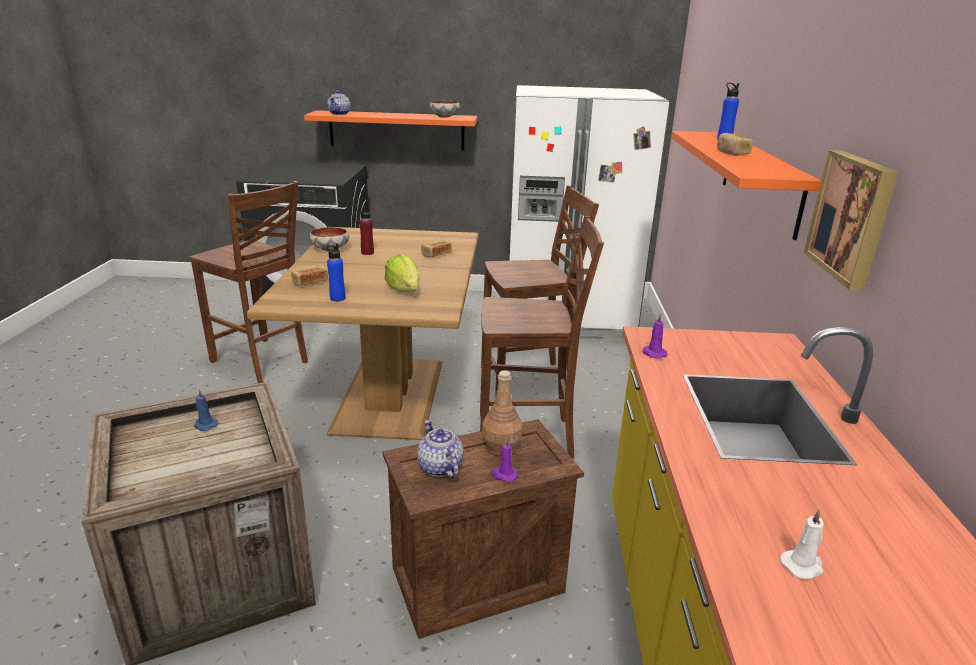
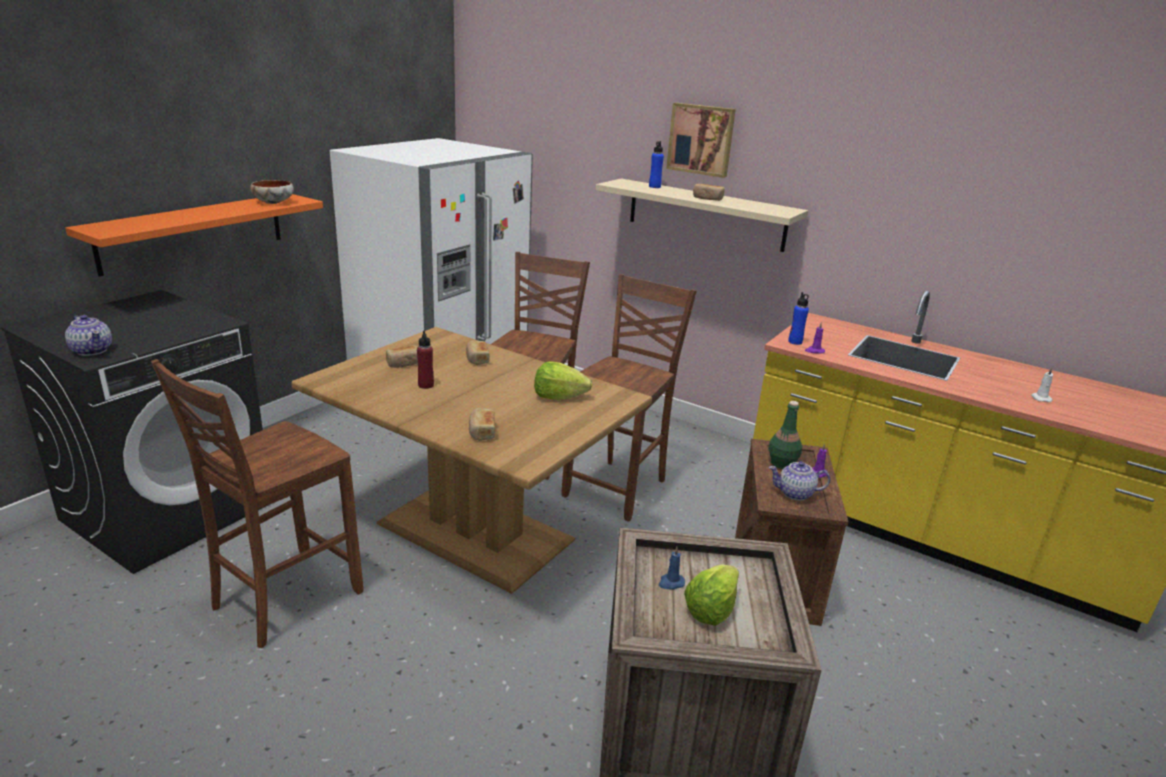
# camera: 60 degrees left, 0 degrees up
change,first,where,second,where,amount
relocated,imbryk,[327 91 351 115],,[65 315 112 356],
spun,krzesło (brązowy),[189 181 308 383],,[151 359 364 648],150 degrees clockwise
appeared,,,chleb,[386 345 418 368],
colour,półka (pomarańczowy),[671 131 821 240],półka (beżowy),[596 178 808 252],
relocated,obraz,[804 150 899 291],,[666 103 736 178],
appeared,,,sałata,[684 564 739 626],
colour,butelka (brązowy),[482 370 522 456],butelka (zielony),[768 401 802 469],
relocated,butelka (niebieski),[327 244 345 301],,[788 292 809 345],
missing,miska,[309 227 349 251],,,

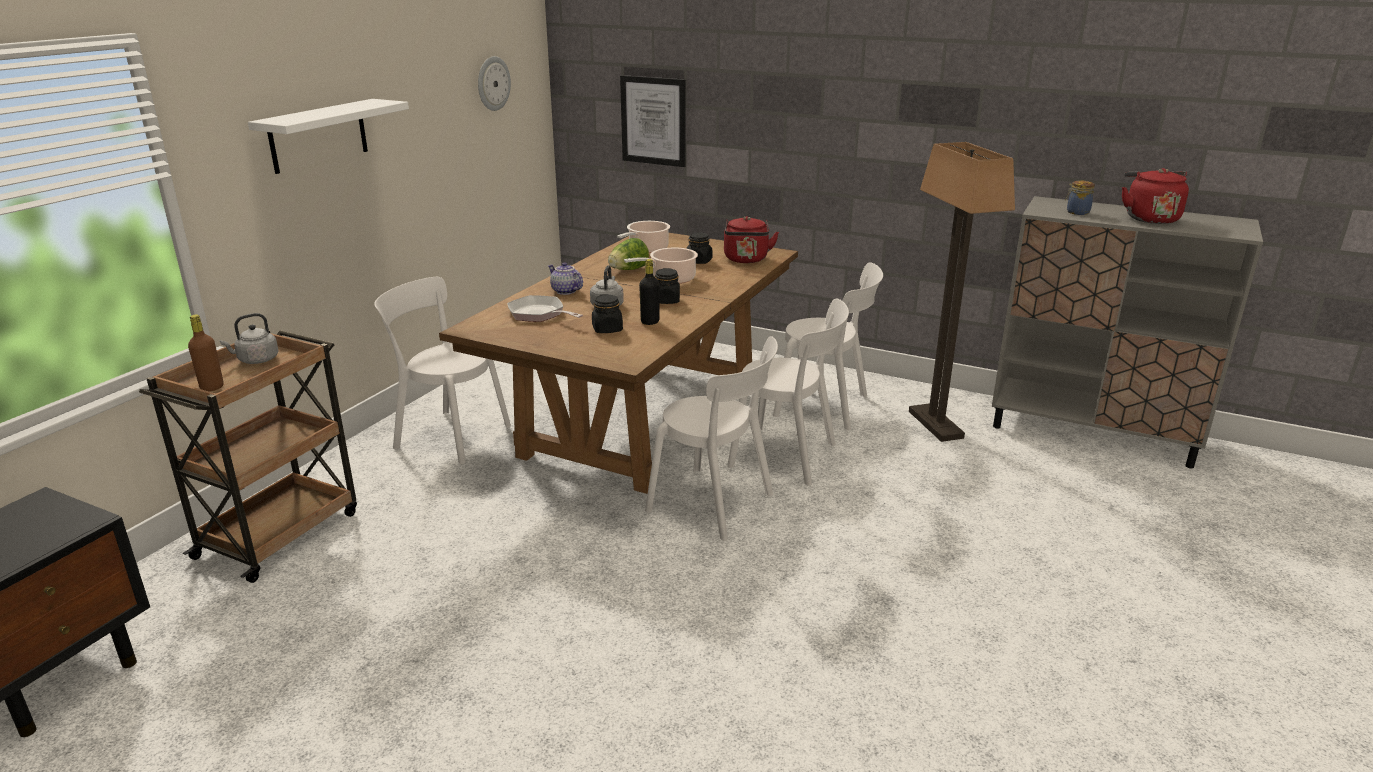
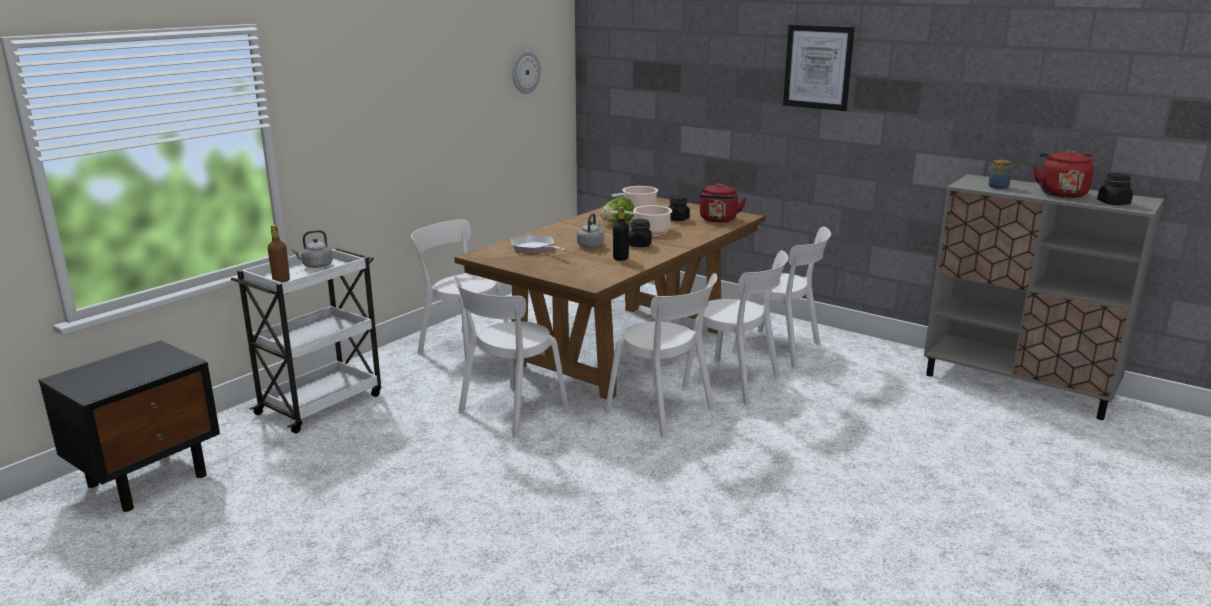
# camera: 10 degrees right, 5 degrees down
change,first,where,second,where,amount
colour,wózek (brązowy),[139 330 357 583],wózek (biały),[231 246 381 434],
appeared,,,krzesło (biały),[453 276 569 438],
relocated,obraz,[620 75 686 167],,[783 25 855 111],
relocated,słoik (czarny),[592 294 623 333],,[1097 173 1133 205],
missing,półka (biały),[248 99 409 174],,,
missing,imbryk,[548 262 583 295],,,
missing,lampa stojąca,[909 142 1015 442],,,

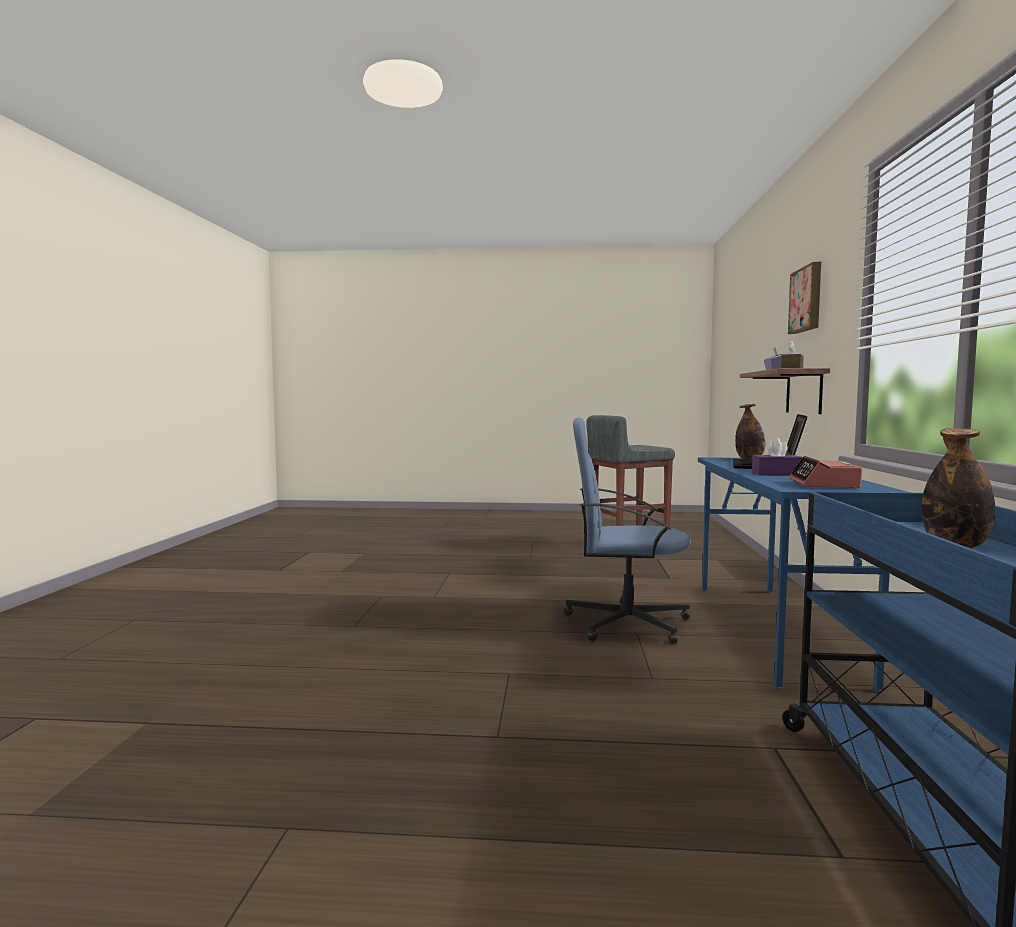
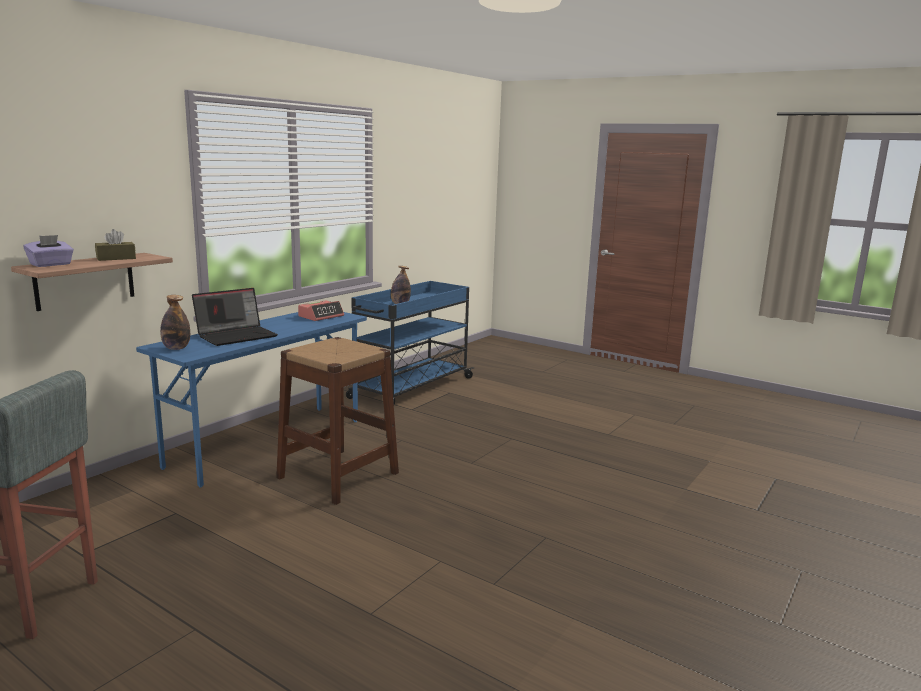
# camera: 150 degrees left, 10 degrees up
change,first,where,second,where,amount
exchanged,krzesło biurowe (niebieski),[564 418 691 644],stołek (brązowy),[276 337 399 505],
missing,pudełko chusteczek (fioletowy),[752 438 803 476],,,
missing,obraz,[788 262 821 334],,,

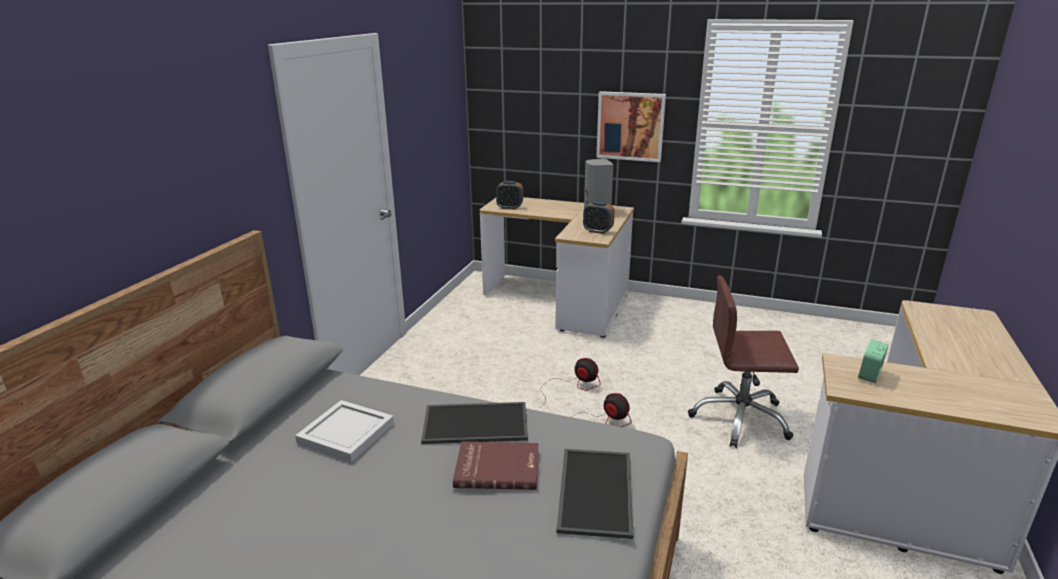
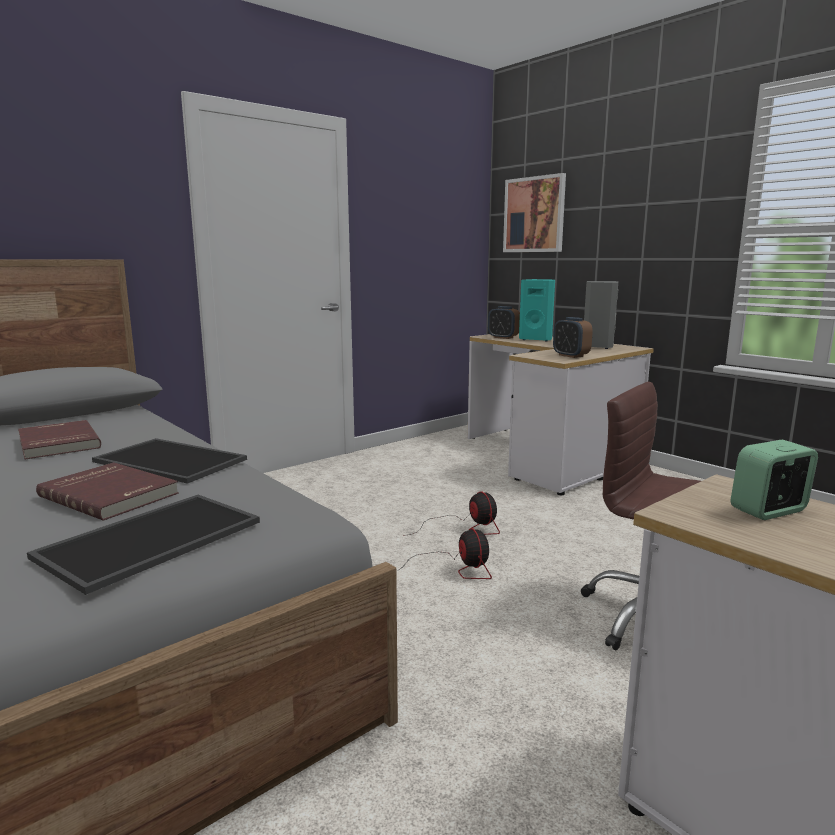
# camera: 30 degrees right, 10 degrees down
change,first,where,second,where,amount
exchanged,taca (biały),[295 400 394 462],książka (czerwony),[18 420 101 460],
relocated,obraz,[596 91 666 162],,[503 173 566 252],
appeared,,,głośnik (turkusowy),[519 279 555 342],

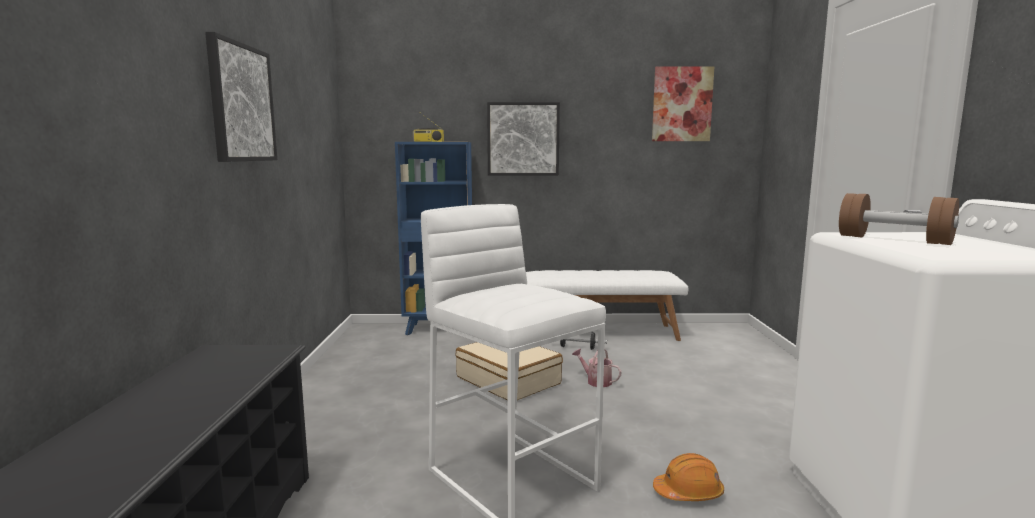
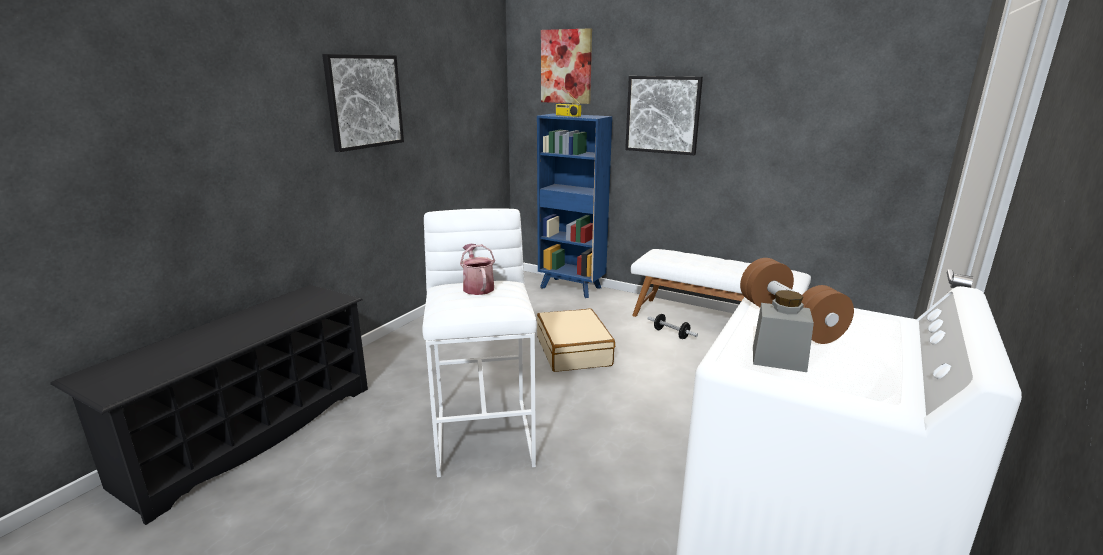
# camera: 30 degrees right, 10 degrees up
change,first,where,second,where,amount
relocated,konewka,[572 348 622 387],,[460 244 495 295],
relocated,obraz,[652 66 714 141],,[541 28 592 104],
appeared,,,słoik (szary),[753 290 814 372],
missing,kask (pomarańczowy),[653 453 724 501],,,

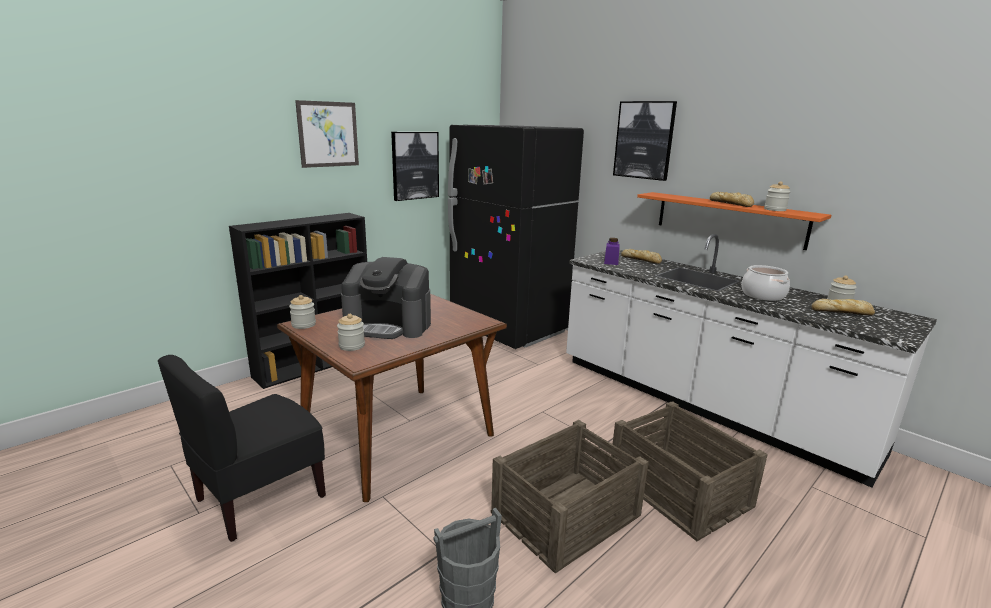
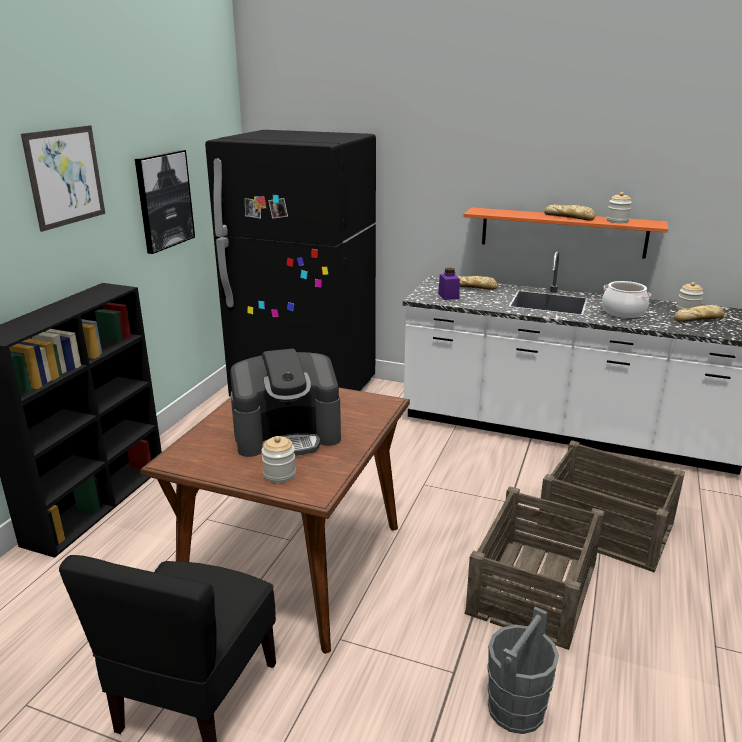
# camera: 25 degrees left, 5 degrees up
change,first,where,second,where,amount
missing,słoik,[289 295 316 329],,,
missing,obraz,[613 101 677 181],,,

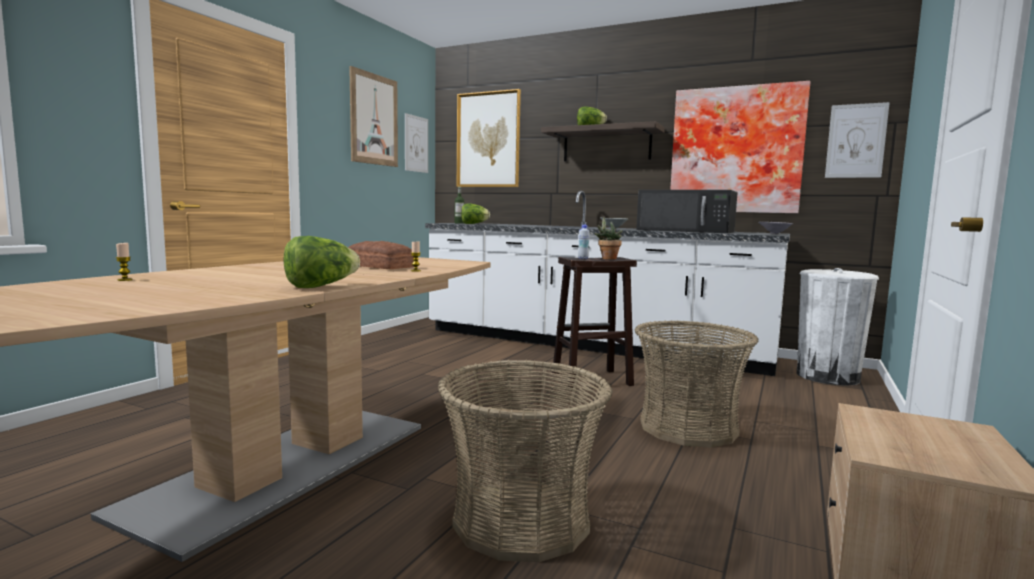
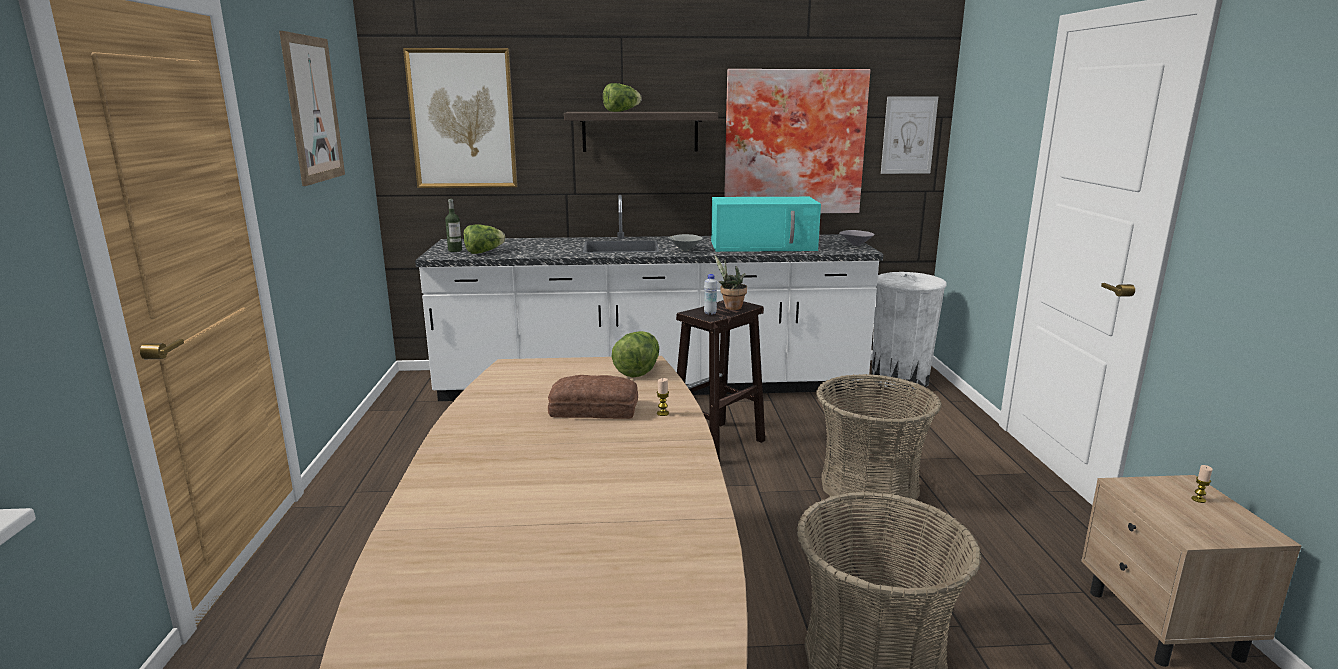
# camera: 30 degrees left, 10 degrees up
change,first,where,second,where,amount
relocated,sałata,[284 236 360 288],,[612 331 659 377],
colour,mikrofalówka (czarny),[636 190 738 233],mikrofalówka (turkusowy),[711 197 821 252],
relocated,świeca,[116 243 133 281],,[1191 465 1213 503],
missing,obraz,[405 113 428 173],,,

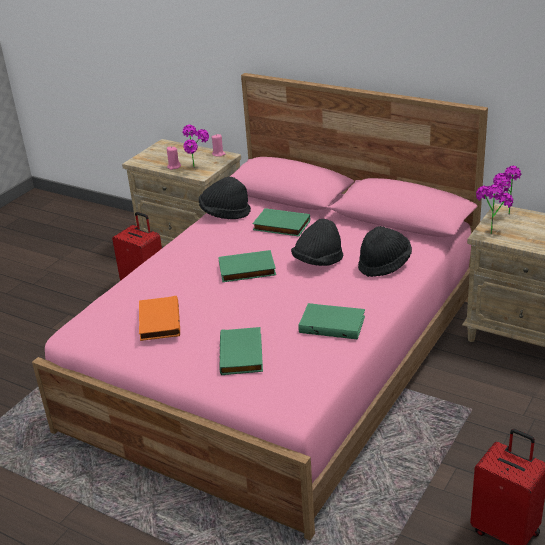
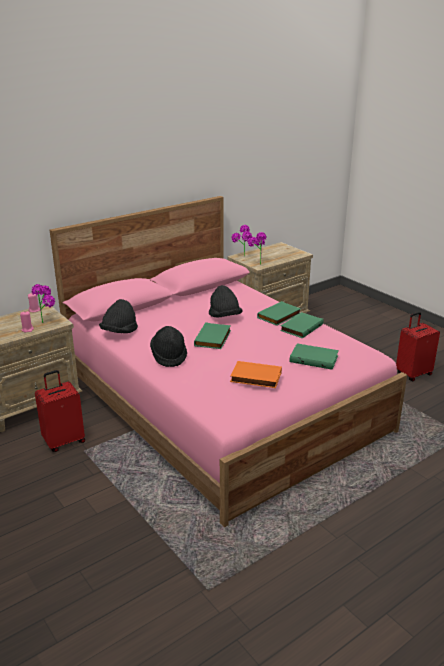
# camera: 70 degrees left, 5 degrees down
change,first,where,second,where,amount
relocated,kapelusz (czarny),[358 226 412 277],,[150 326 187 367],
relocated,książka (zielony),[252 208 310 237],,[257 301 301 326],

